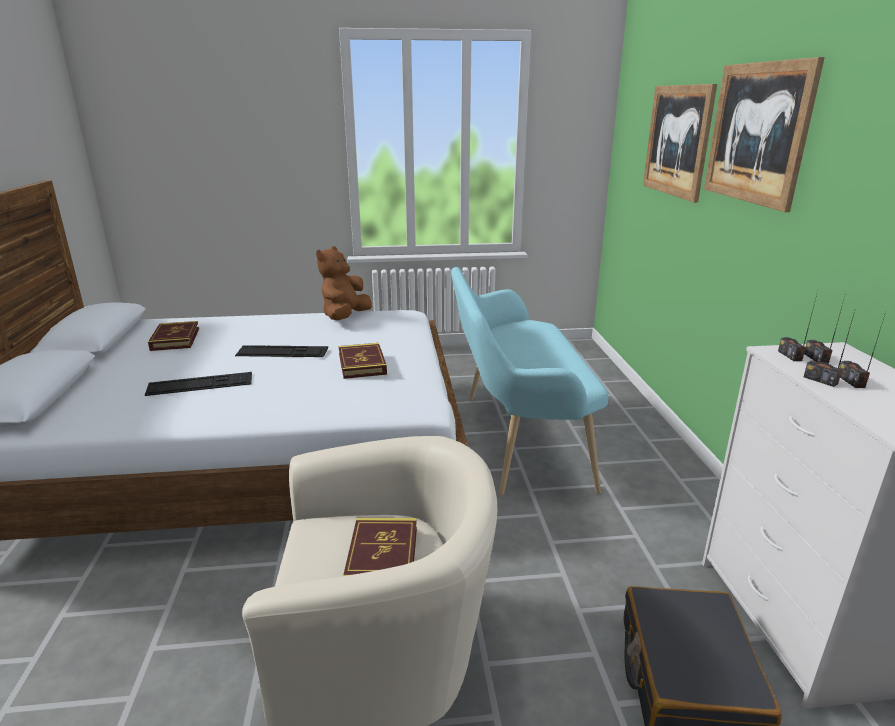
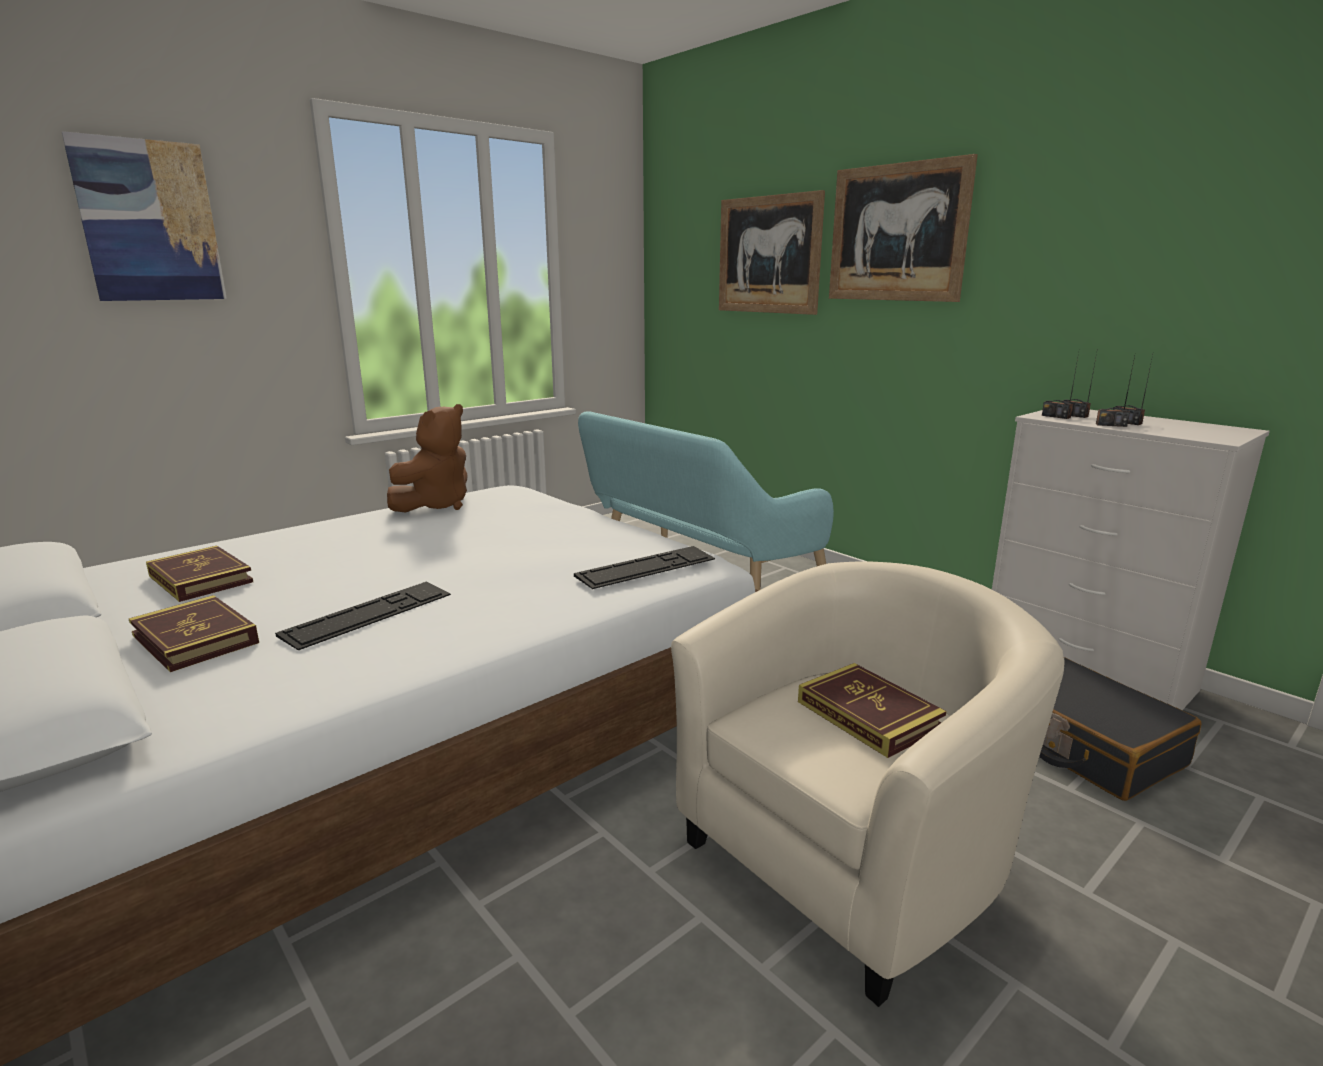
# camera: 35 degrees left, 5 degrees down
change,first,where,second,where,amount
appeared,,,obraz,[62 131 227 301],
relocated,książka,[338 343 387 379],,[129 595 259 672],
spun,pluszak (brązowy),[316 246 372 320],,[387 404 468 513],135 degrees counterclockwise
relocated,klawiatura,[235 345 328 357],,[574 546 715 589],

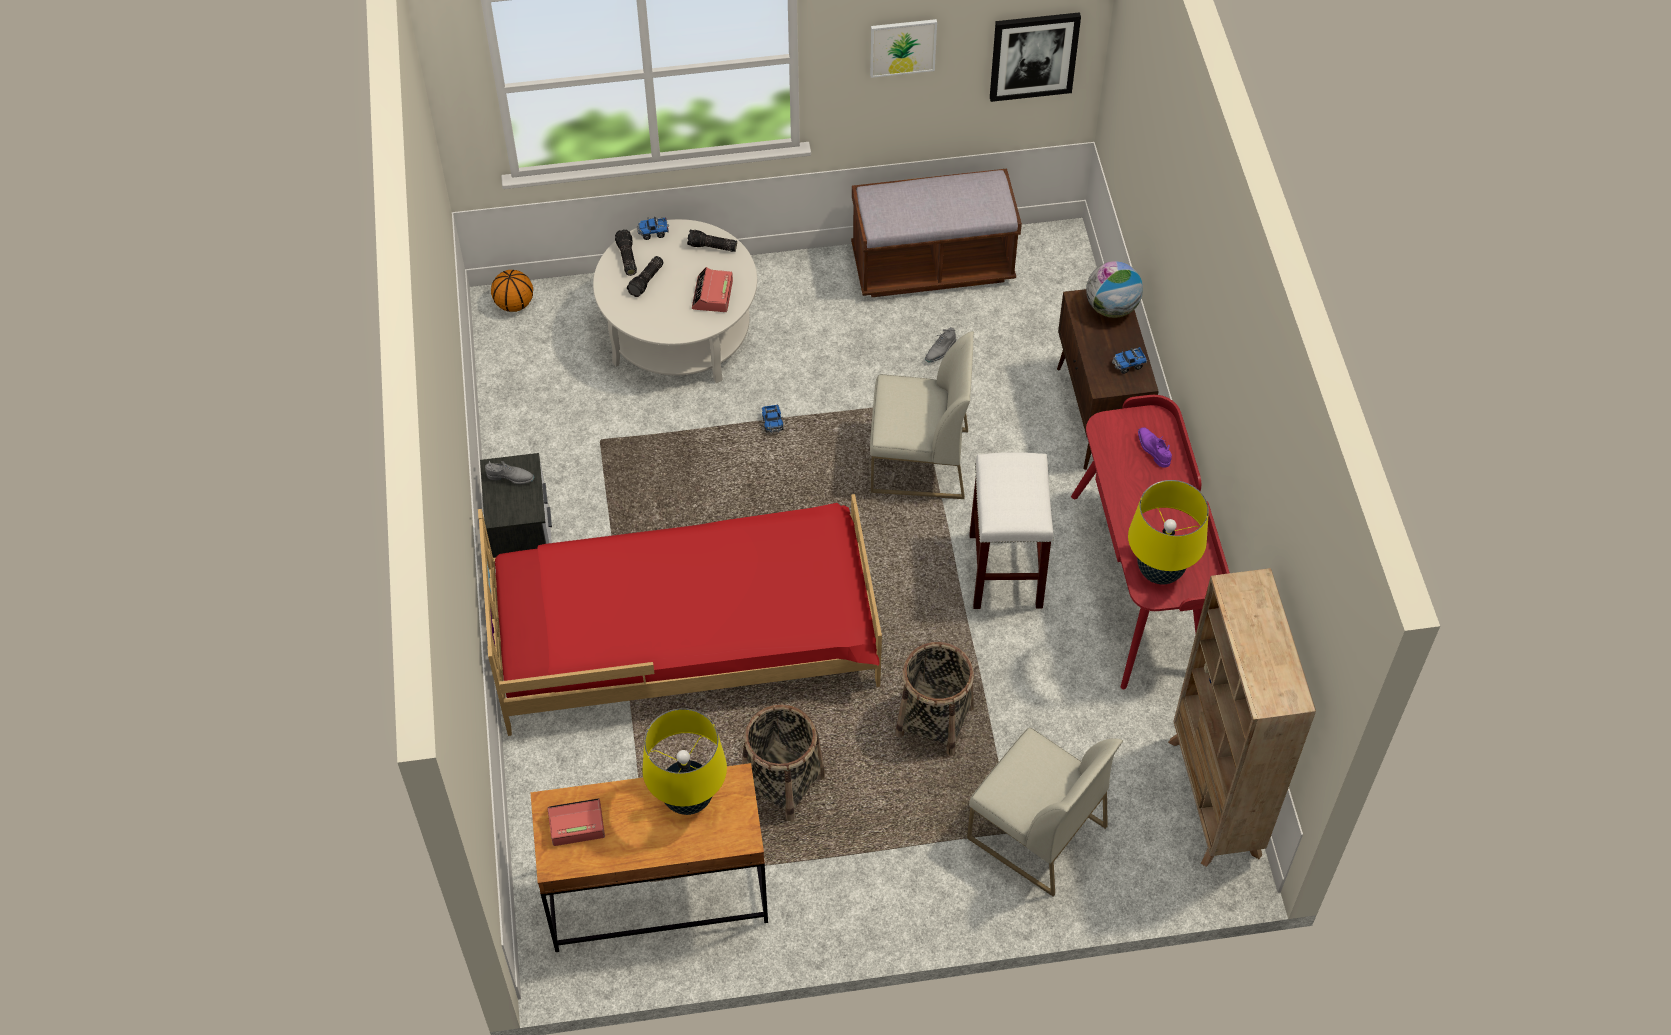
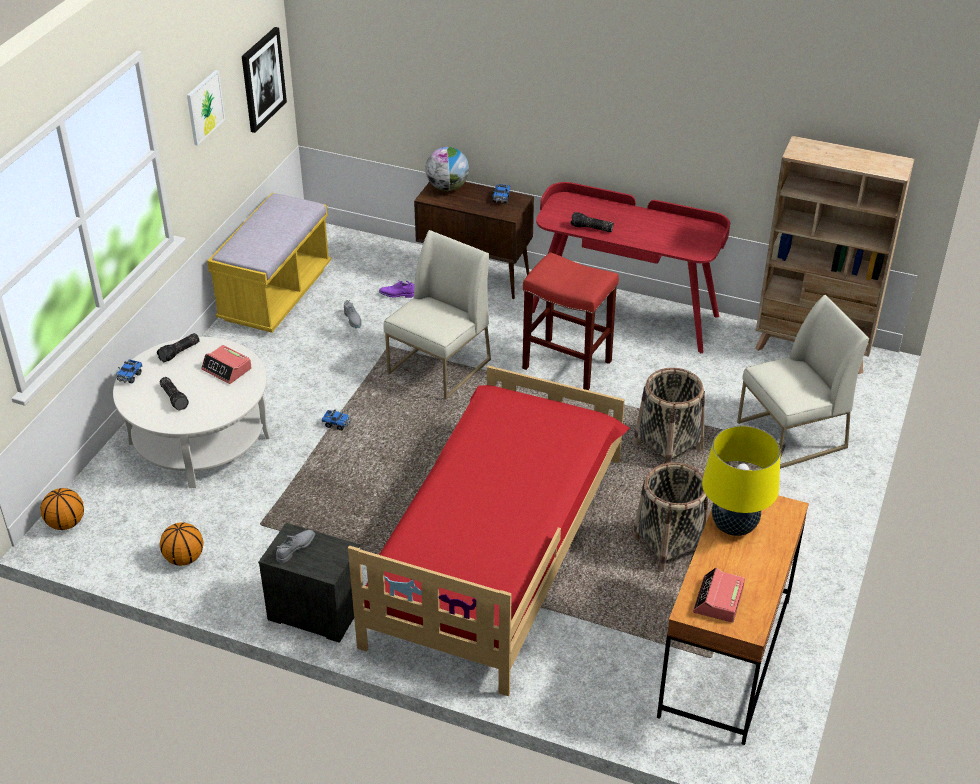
# camera: 60 degrees left, 15 degrees down
change,first,where,second,where,amount
appeared,,,piłka do koszykówki,[160 522 204 566],
colour,ławka (brązowy),[851 169 1022 298],ławka (żółty),[207 193 331 333],
relocated,but (fioletowy),[1138 427 1172 468],,[379 280 414 298],
colour,stołek (biały),[969 452 1054 609],stołek (czerwony),[522 252 619 390],
relocated,latarka,[615 229 637 276],,[571 212 614 232],
missing,lampa stołowa (żółty),[1128 480 1209 584],,,

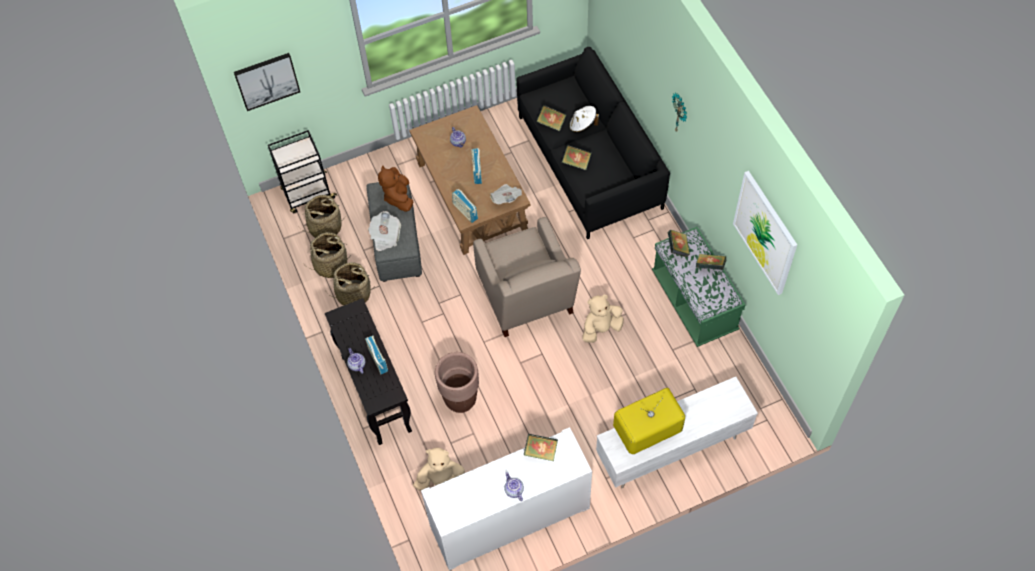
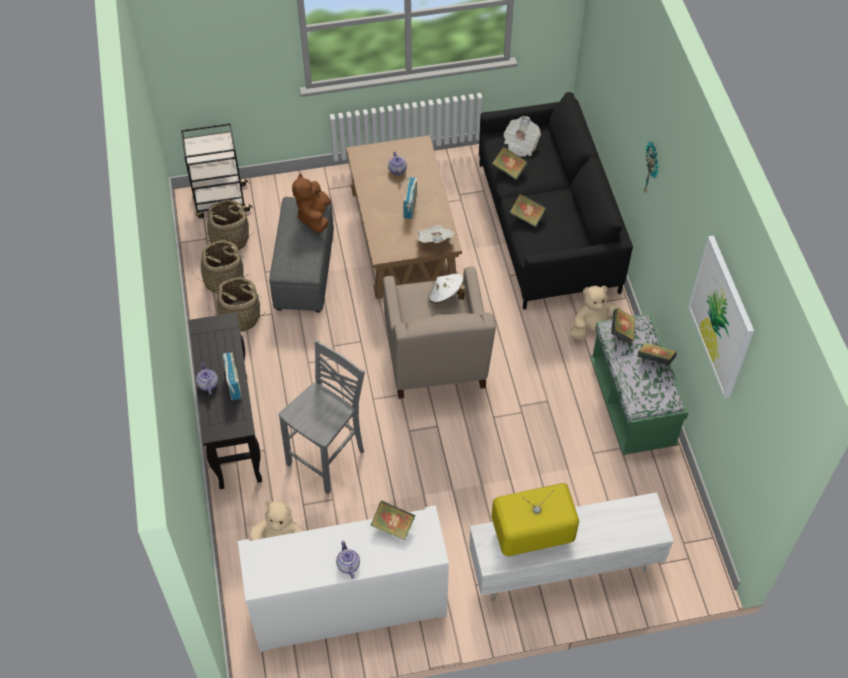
# camera: 10 degrees right, 5 degrees down
change,first,where,second,where,amount
exchanged,donica (brązowy),[435 352 479 413],stołek (szary),[278 340 365 494],
relocated,kapelusz (biały),[569 106 599 133],,[428 273 465 303],
relocated,gazeta,[368 211 401 251],,[503 116 541 157],
relocated,pluszak (beżowy),[583 295 624 343],,[570 286 621 340],
missing,obraz,[234 53 300 111],,,
missing,radio,[452 189 478 223],,,

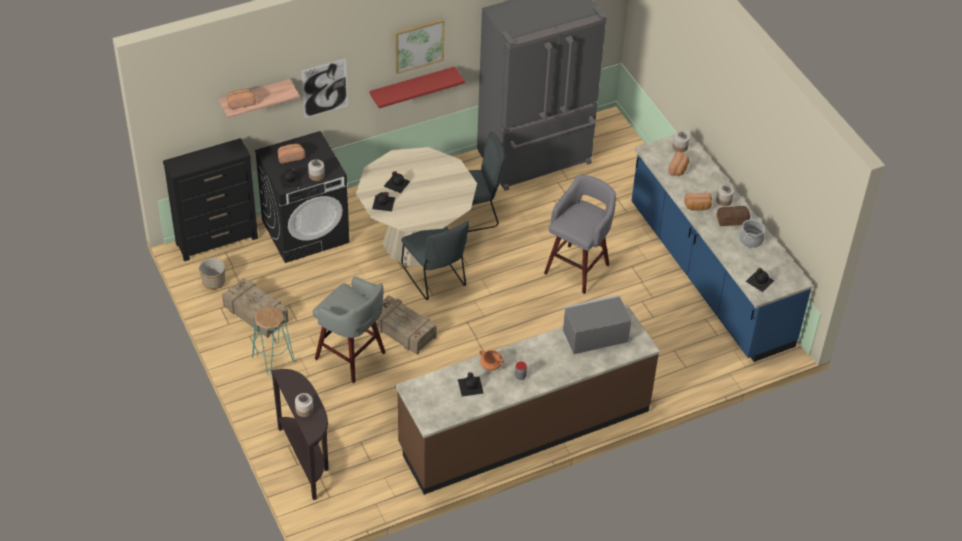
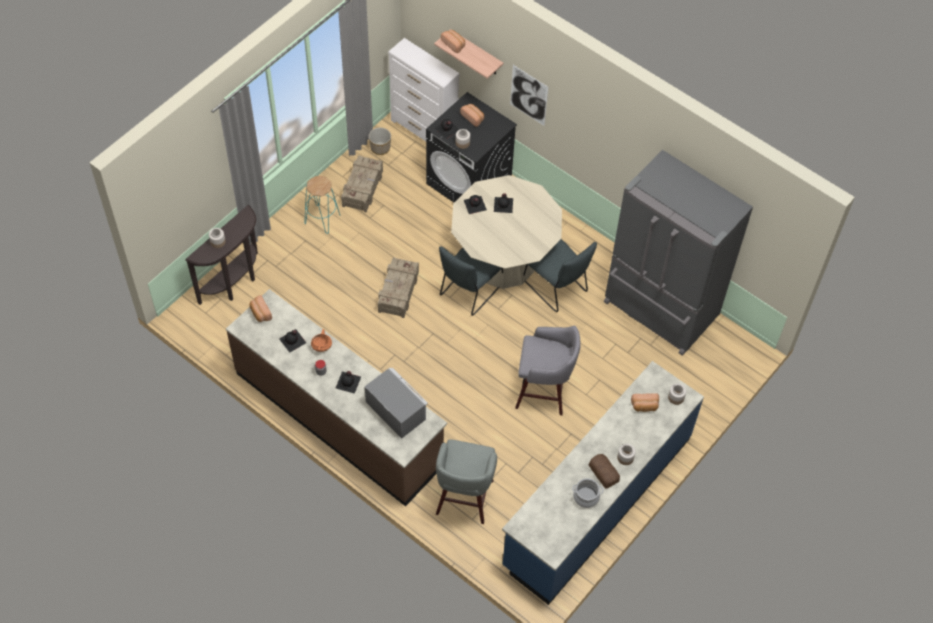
# camera: 65 degrees right, 10 degrees up
change,first,where,second,where,amount
relocated,chleb,[684 193 712 211],,[250 295 272 322],
relocated,butelka (czarny),[745 268 774 292],,[336 371 361 394],
colour,komoda (czarny),[163 138 258 261],komoda (biały),[388 38 460 141],
relocated,stołek (szary),[313 277 386 383],,[436 439 497 524],
missing,półka (czerwony),[370 67 465 108],,,
missing,obraz,[395 18 444 74],,,

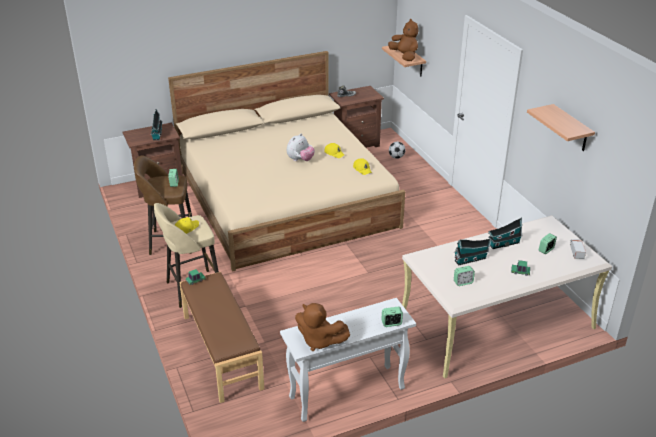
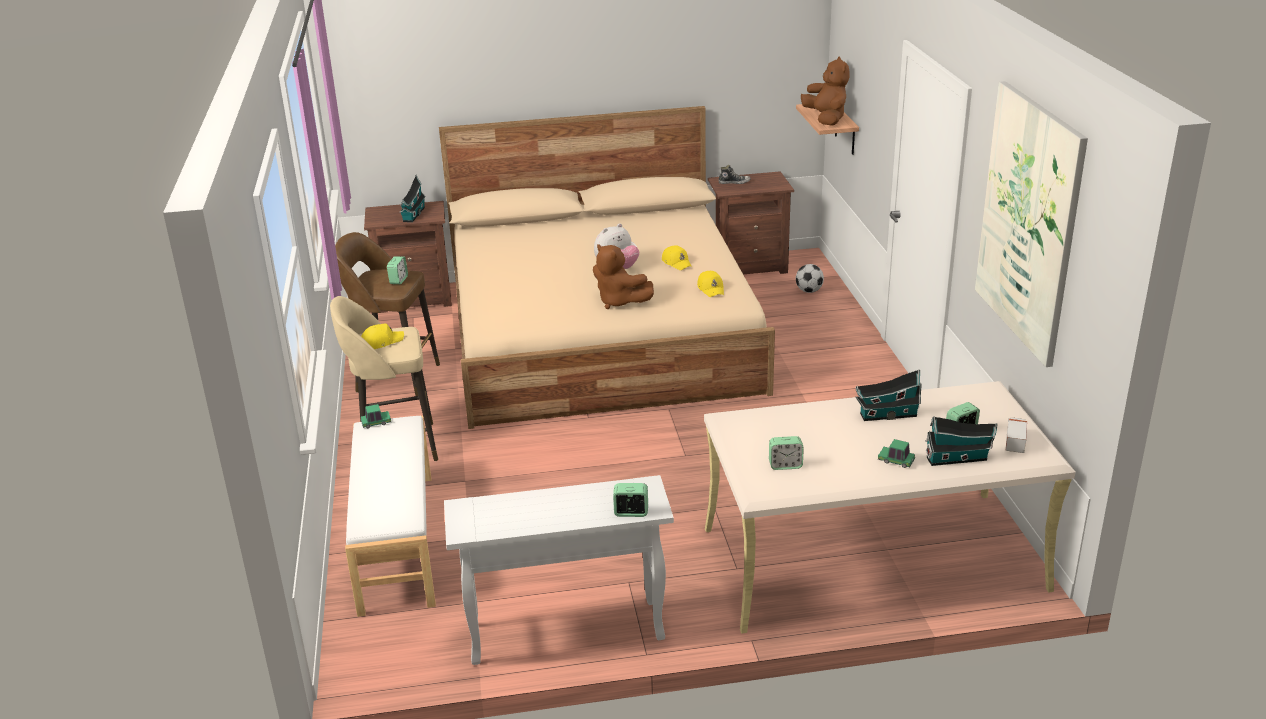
# camera: 15 degrees right, 5 degrees down
change,first,where,second,where,amount
colour,ławka (brązowy),[179 272 264 403],ławka (biały),[345 416 436 617],
relocated,pluszak (brązowy),[295 303 350 351],,[593 244 654 309],
relocated,domek,[454 239 491 265],,[925 416 998 466],
exchanged,półka,[527 104 595 151],obraz,[975 81 1088 367],

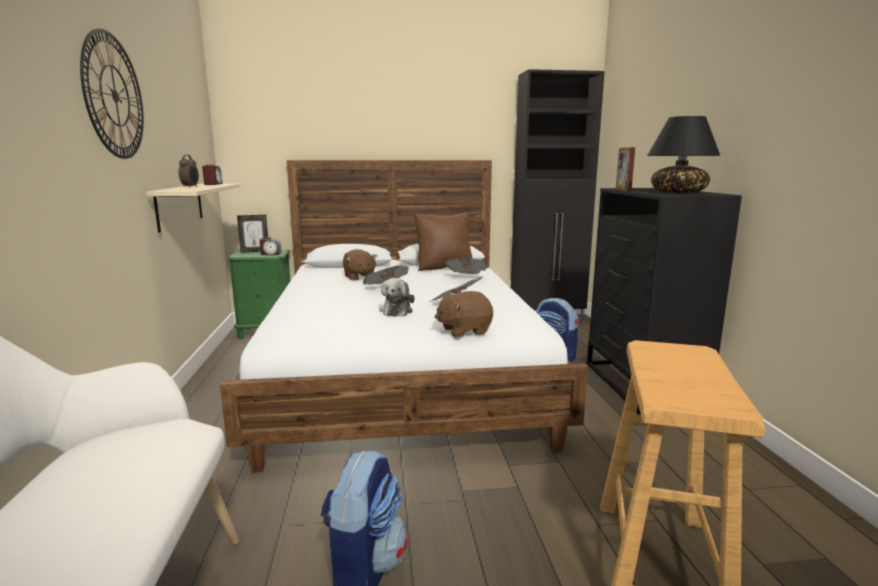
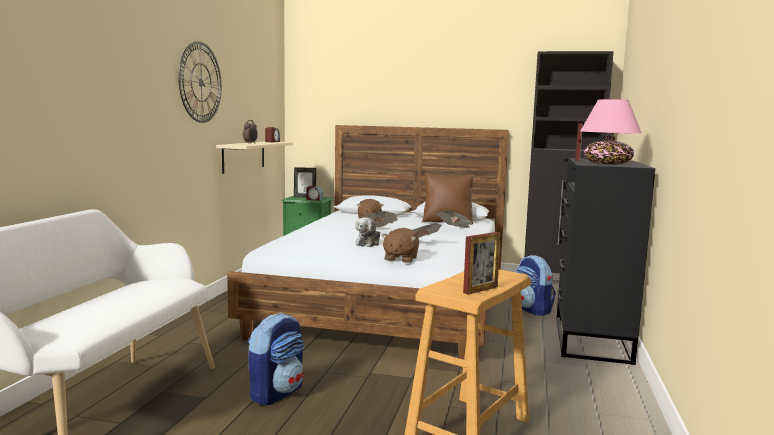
# camera: 20 degrees right, 5 degrees down
change,first,where,second,where,amount
spun,pluszak (brązowy),[434 291 493 337],,[381 228 419 263],75 degrees counterclockwise
appeared,,,ramka na zdjęcie,[463 232 501 294],
colour,lampa stołowa (czarny),[647 116 721 193],lampa stołowa (różowy),[580 99 642 165],

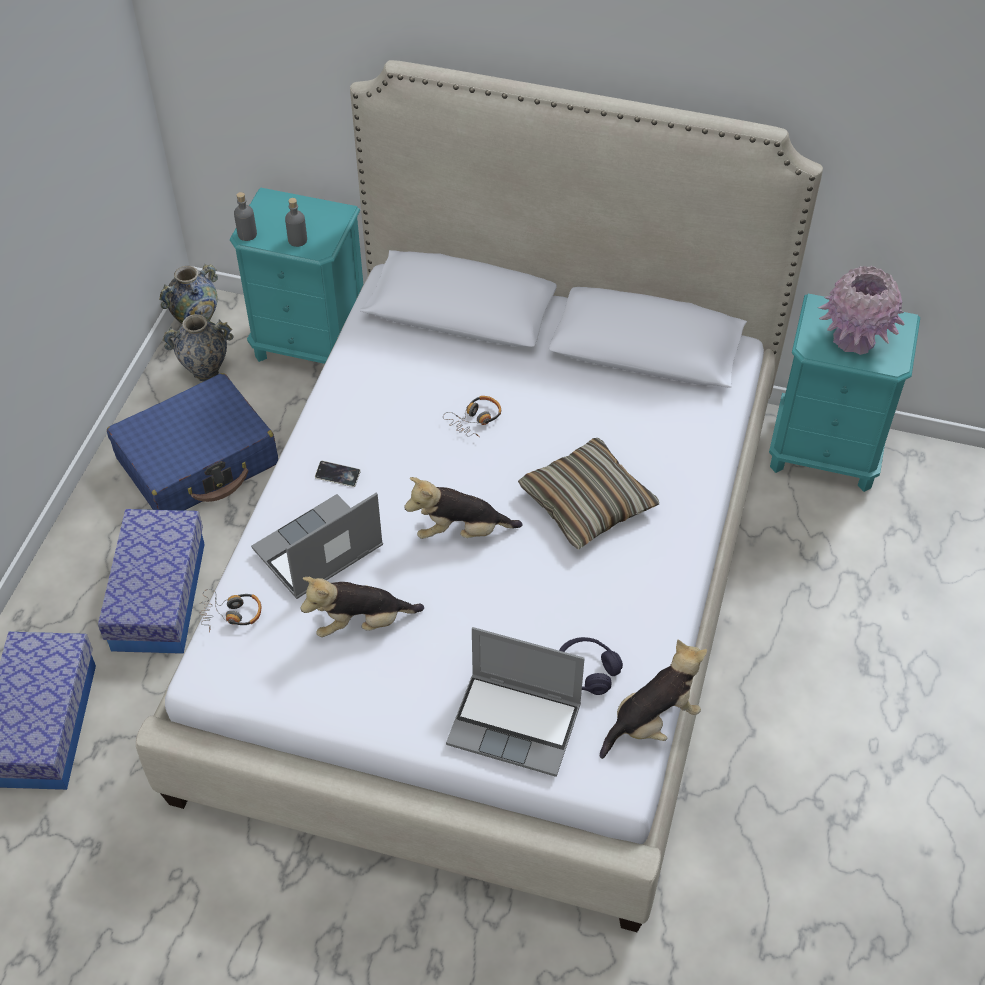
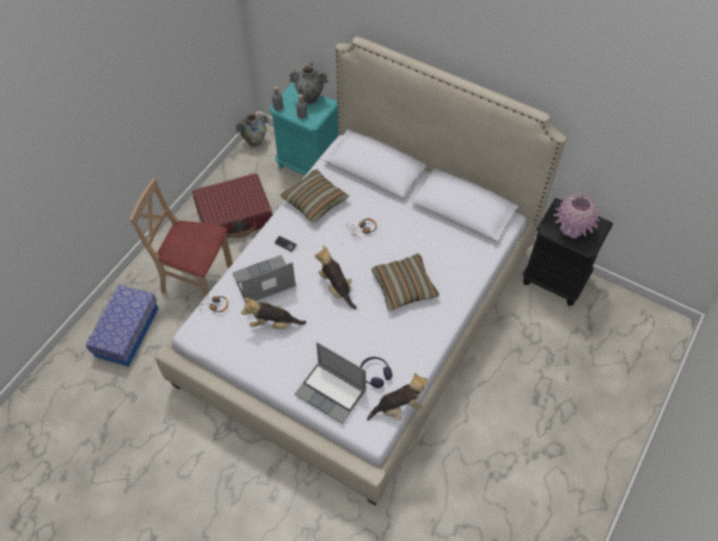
# camera: 15 degrees right, 5 degrees up
change,first,where,second,where,amount
exchanged,pojemnik do przechowywania,[98 509 205 654],krzesło (beżowy),[130 178 233 298],
colour,walizka (niebieski),[107 373 278 511],walizka (czerwony),[192 173 272 238],
appeared,,,poduszka,[280 169 349 223],
relocated,wazon,[162 310 234 381],,[289 63 328 104],
spun,pluszak,[404 477 522 539],,[315 245 357 309],45 degrees clockwise
colour,szafka nocna (turkusowy),[769 294 920 492],szafka nocna (czarny),[523 198 613 306],

